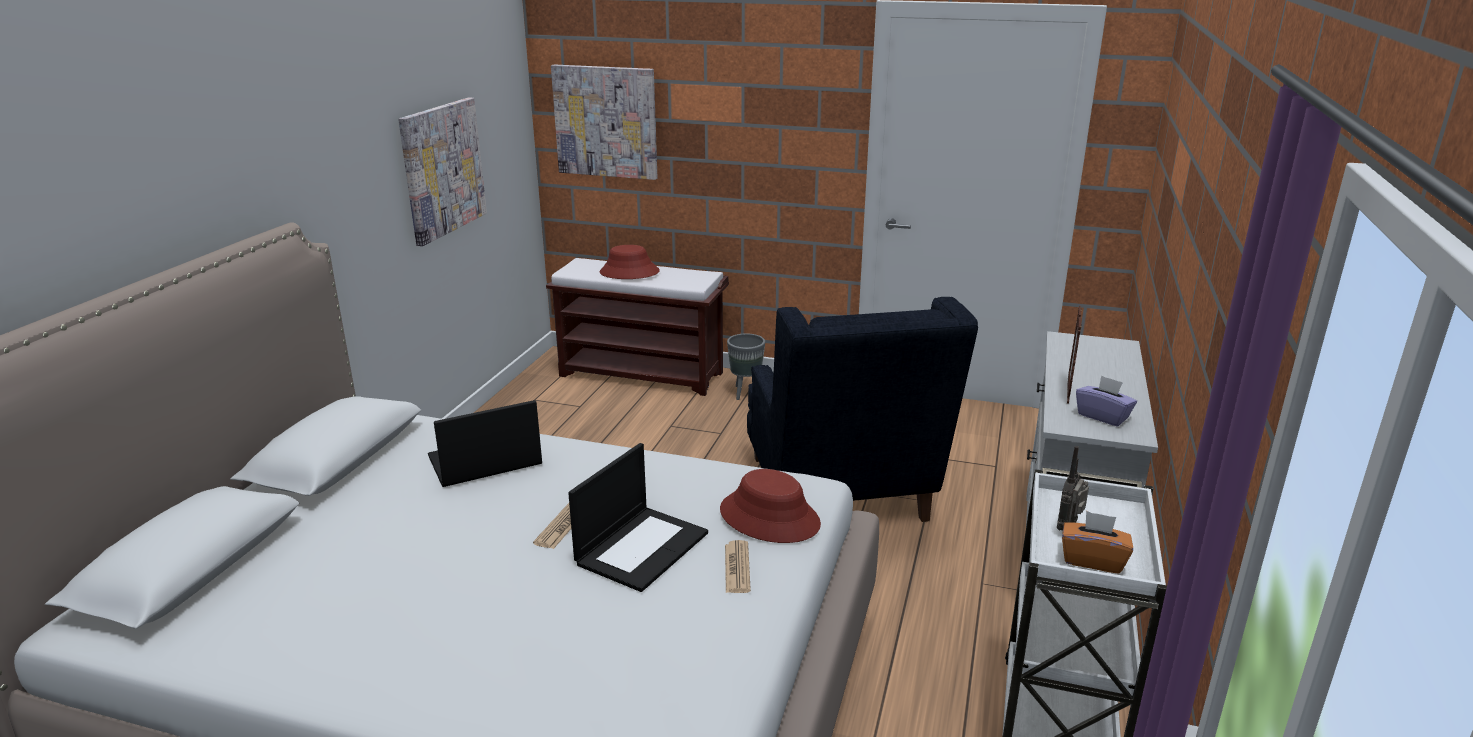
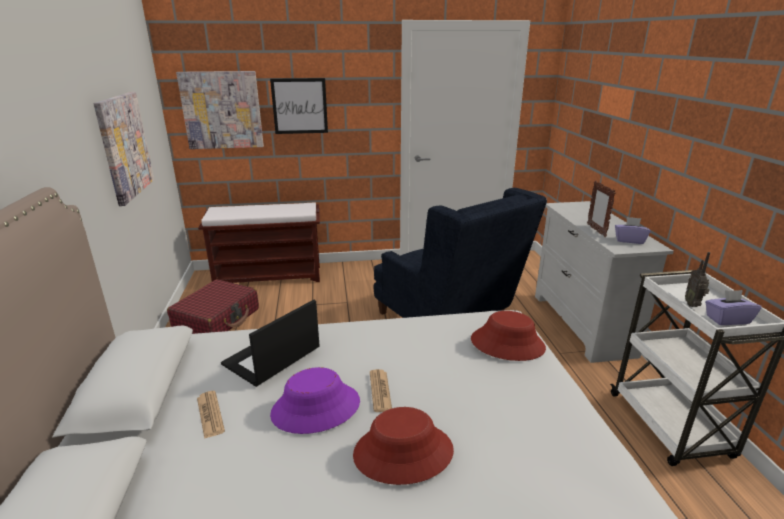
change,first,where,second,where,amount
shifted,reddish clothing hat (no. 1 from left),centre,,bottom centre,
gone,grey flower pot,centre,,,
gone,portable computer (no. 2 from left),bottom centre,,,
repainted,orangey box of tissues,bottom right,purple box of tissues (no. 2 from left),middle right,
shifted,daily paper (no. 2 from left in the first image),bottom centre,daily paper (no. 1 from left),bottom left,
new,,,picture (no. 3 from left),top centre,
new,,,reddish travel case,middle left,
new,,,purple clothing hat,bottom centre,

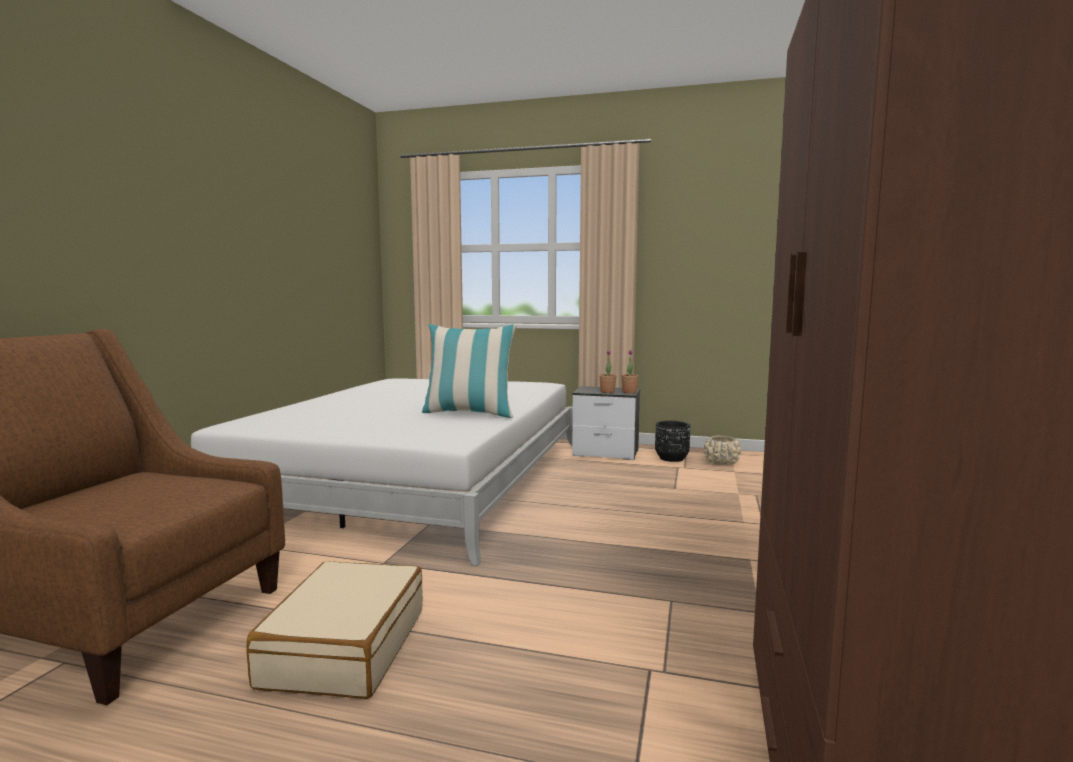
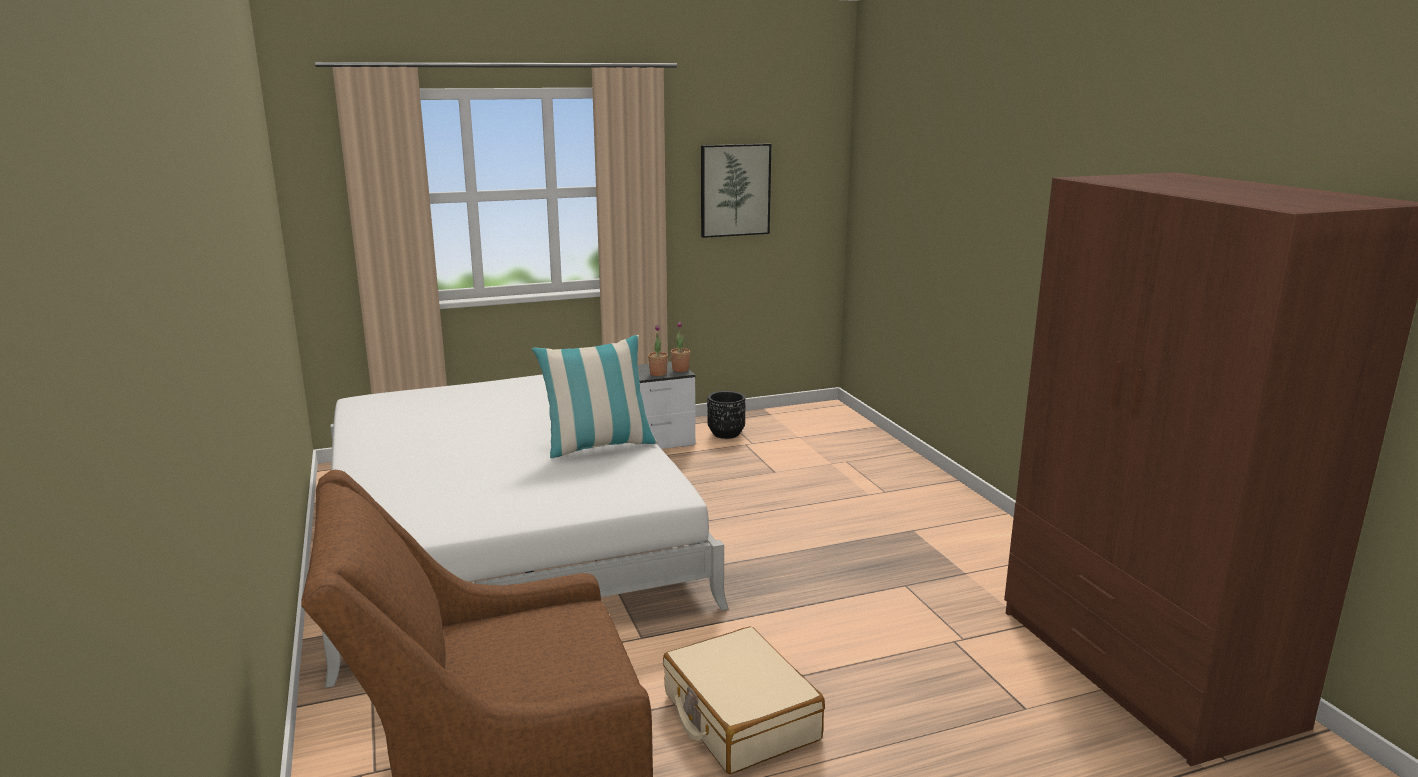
change,first,where,second,where,amount
gone,beige-coloured flower pot,middle right,,,
new,,,picture,top centre,

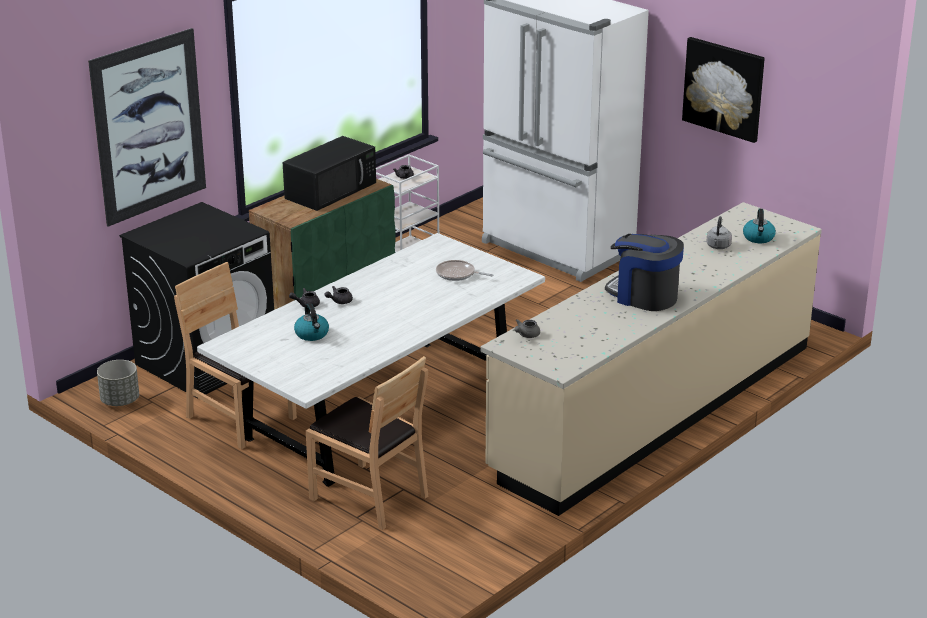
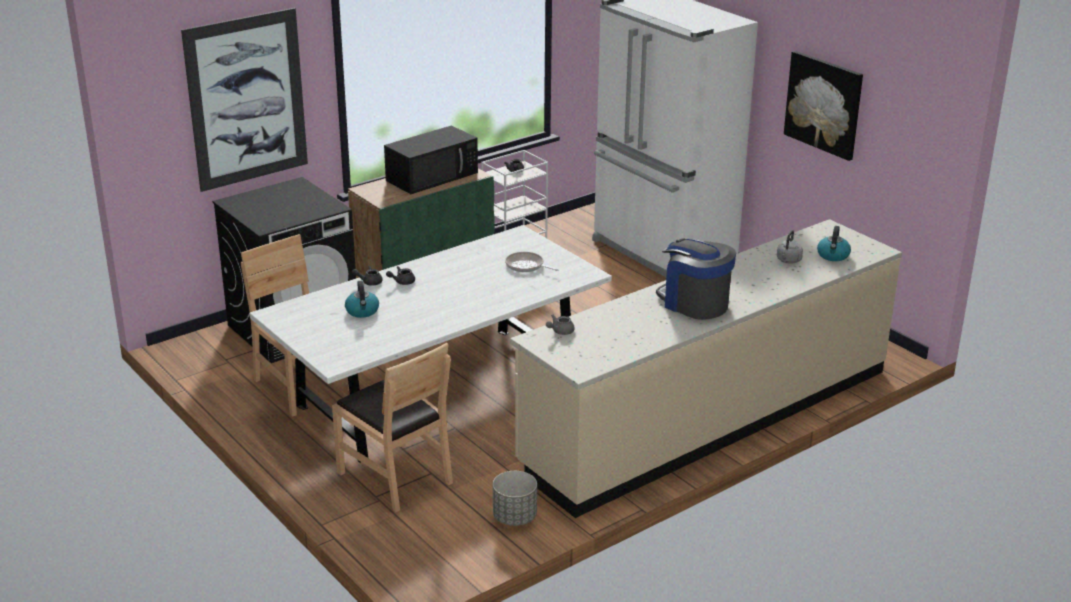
change,first,where,second,where,amount
shifted,grey flower pot,middle left,,bottom centre,

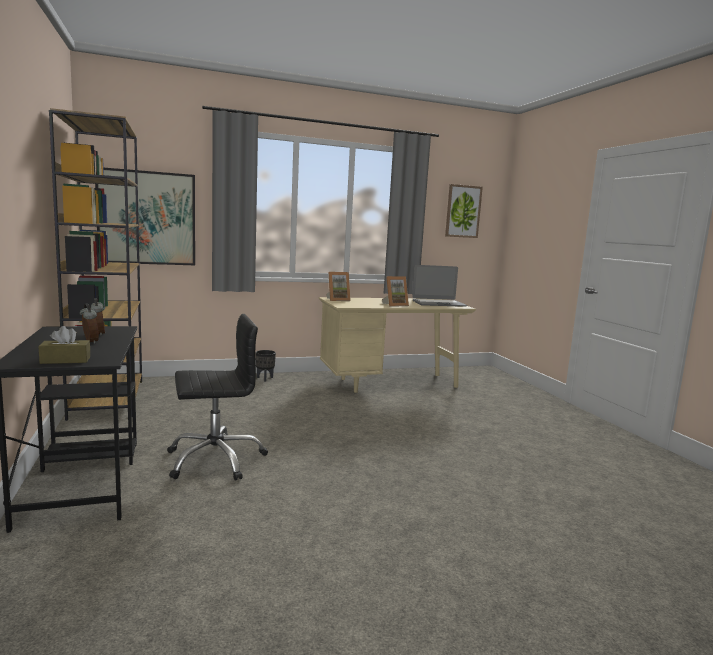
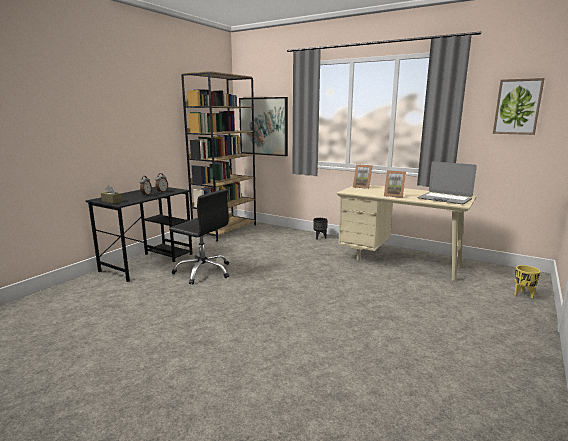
change,first,where,second,where,amount
new,,,yellow flower pot,middle right,

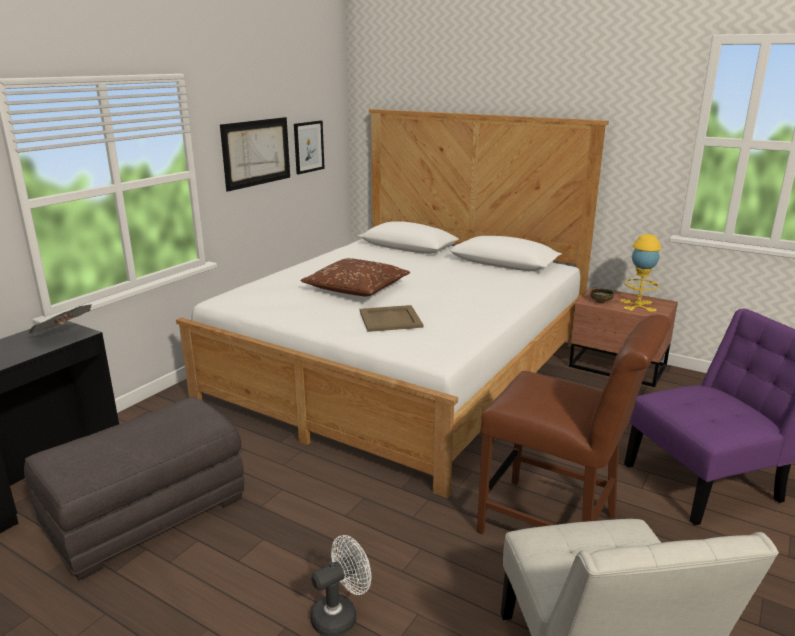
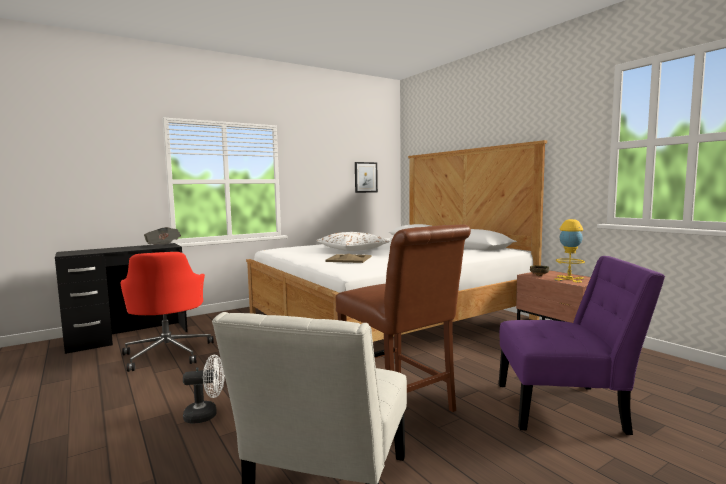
change,first,where,second,where,amount
gone,picture (no. 1 from left),top left,,,
repainted,brown-coloured throw pillow,centre,whitish throw pillow,centre,
swapped,grey ottoman,bottom left,reddish desk chair,middle left,

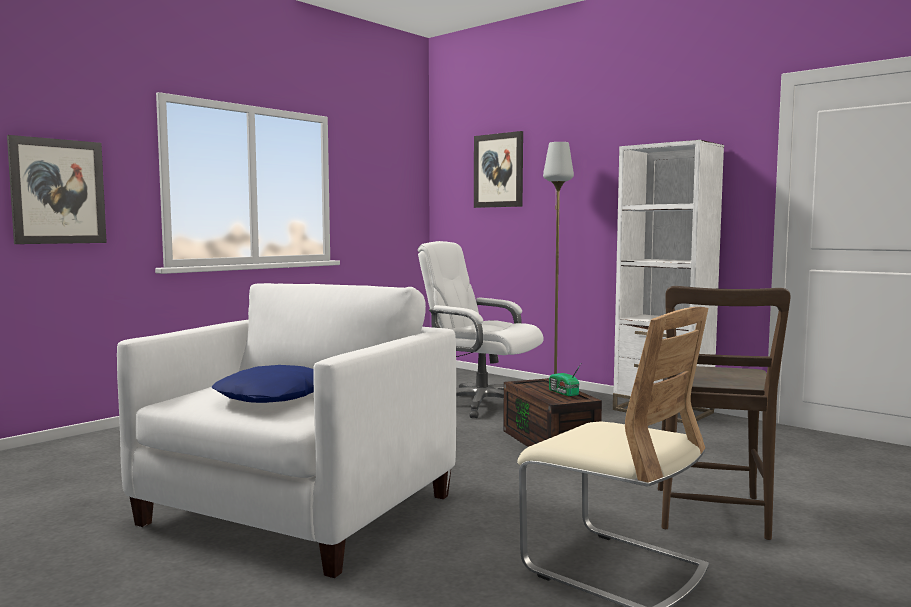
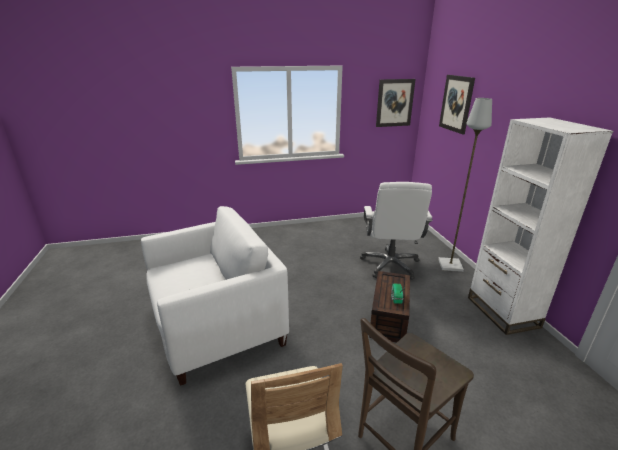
change,first,where,second,where,amount
shifted,picture (no. 1 from left),top left,,top centre,
rotated,whitish desk chair,centre,,centre,150 degrees counterclockwise
gone,blue throw pillow,middle left,,,

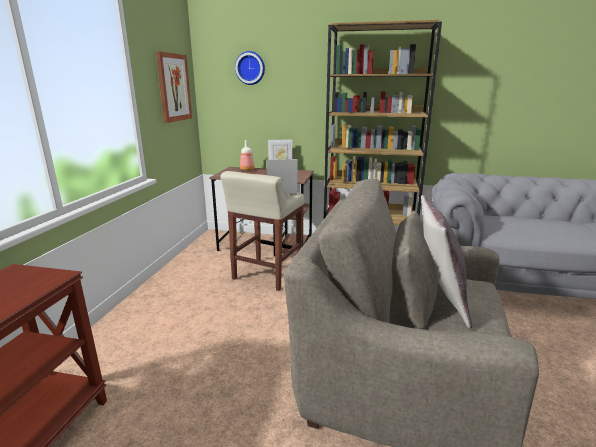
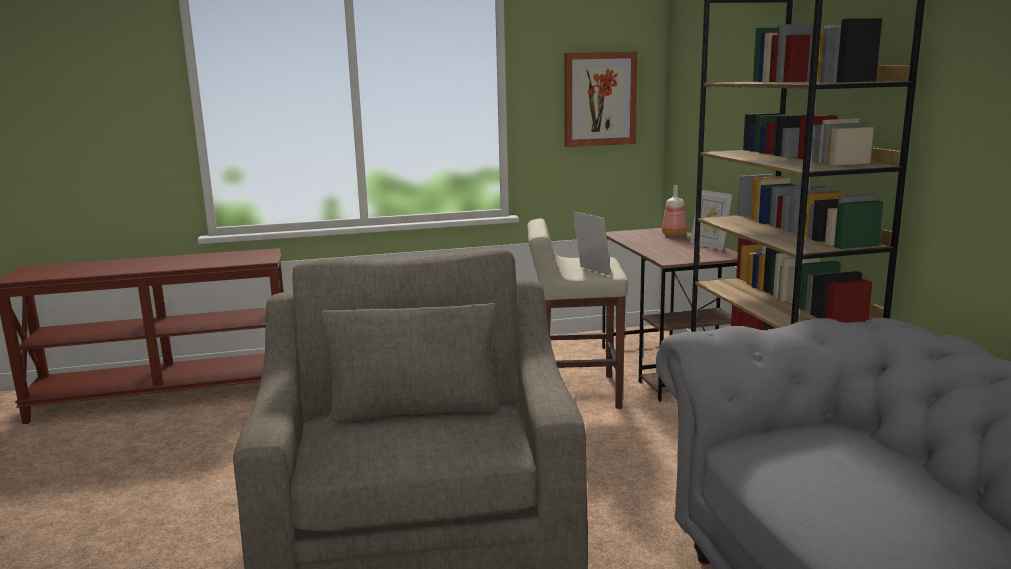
change,first,where,second,where,amount
gone,hanging clock,top centre,,,
gone,grey throw pillow,middle right,,,

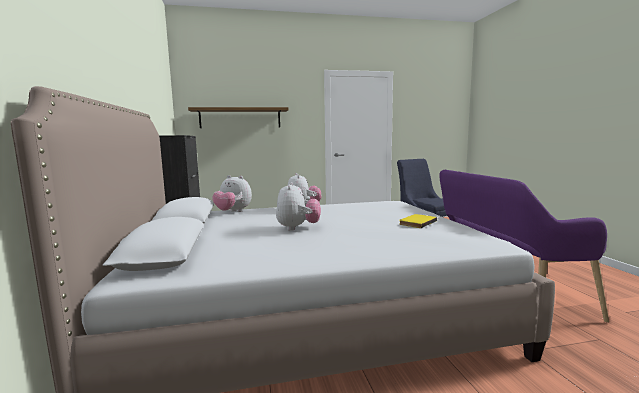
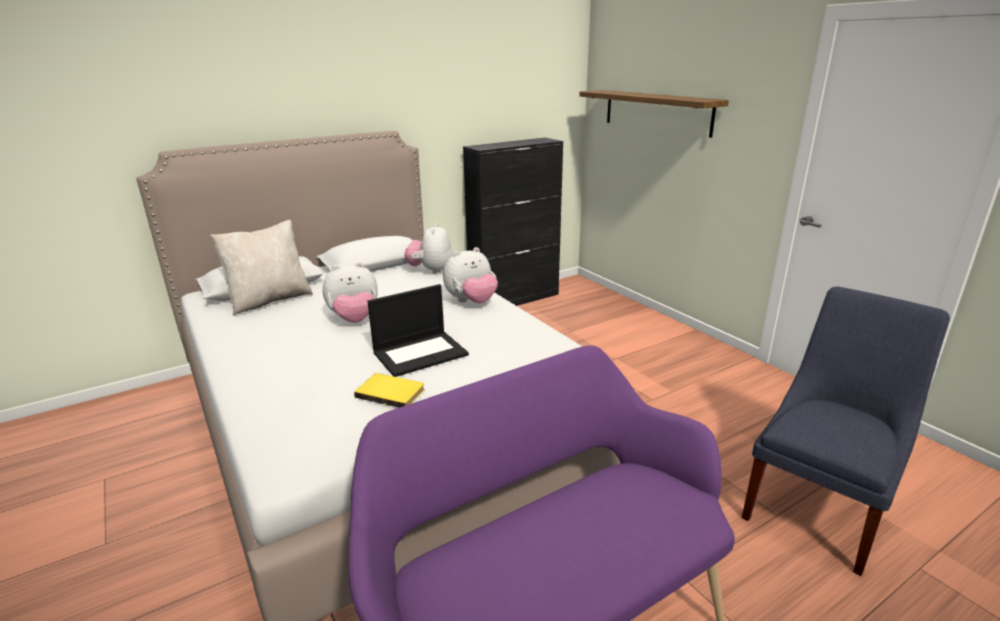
change,first,where,second,where,amount
new,,,beige-coloured throw pillow,middle left,
new,,,portable computer,centre,

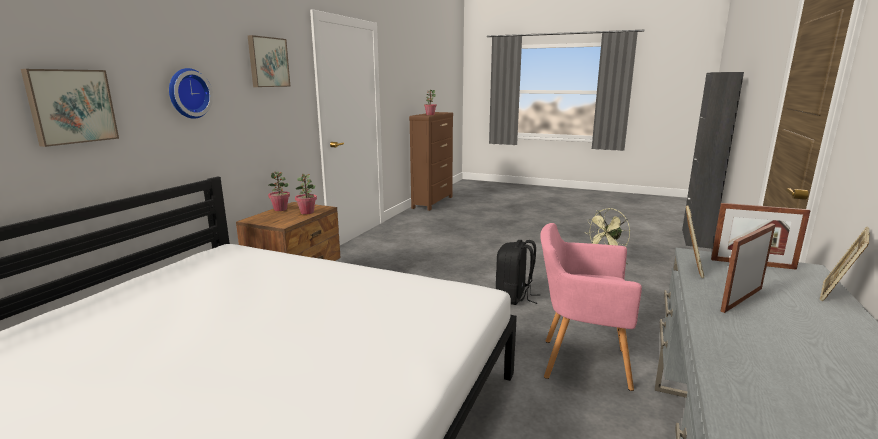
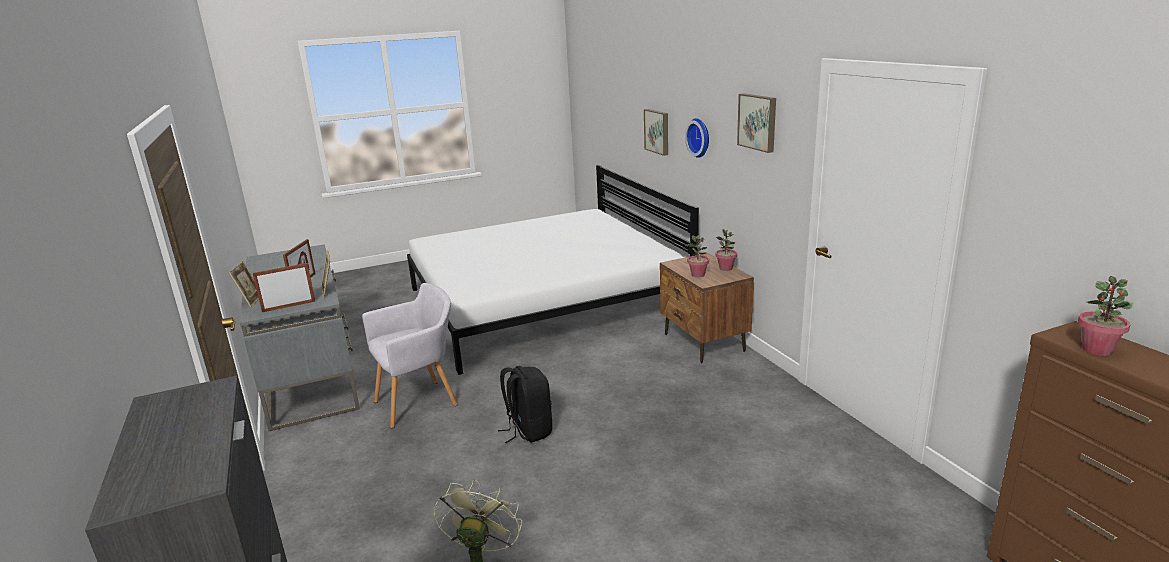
change,first,where,second,where,amount
repainted,pink-coloured easy chair,bottom right,grey easy chair,centre,

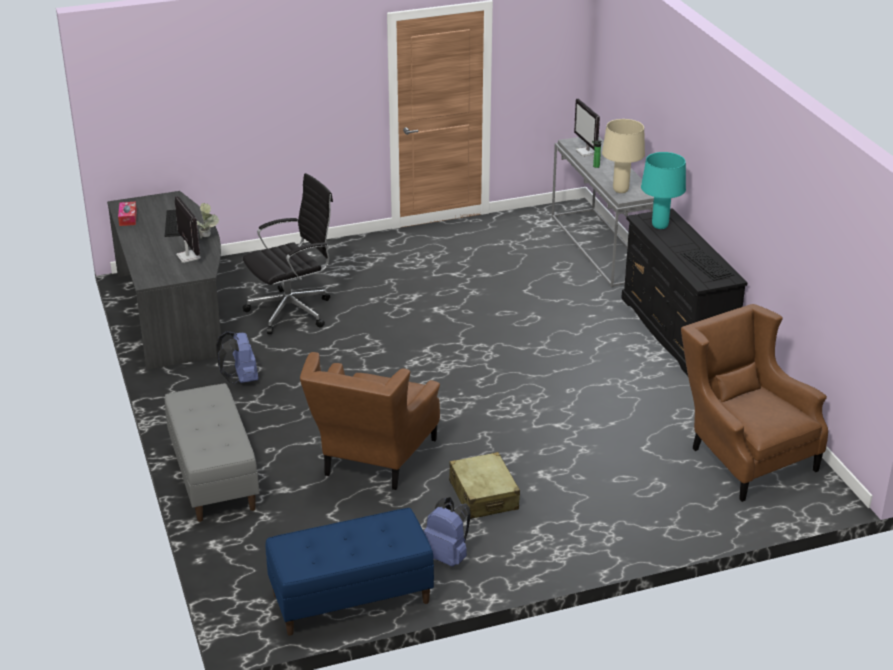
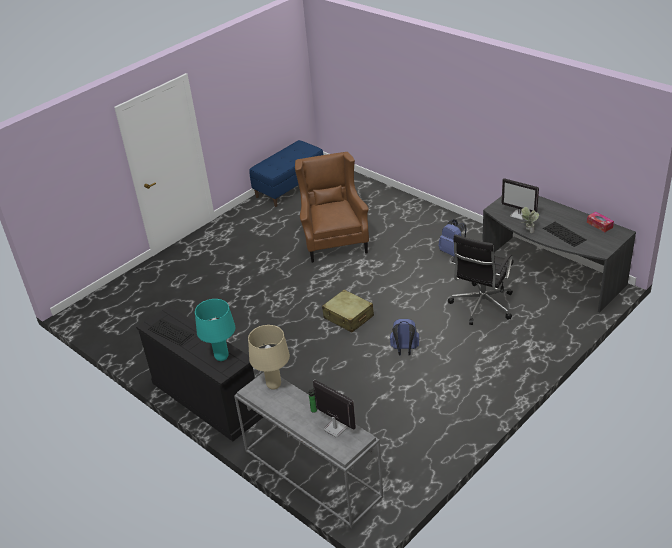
change,first,where,second,where,amount
gone,brown-coloured easy chair (no. 2 from left),middle right,,,
gone,grey indoor bench,bottom left,,,
shifted,beige-coloured travel case,bottom centre,,centre,
shifted,blue knapsack (no. 2 from left in the first image),bottom centre,blue knapsack (no. 1 from left),centre,

